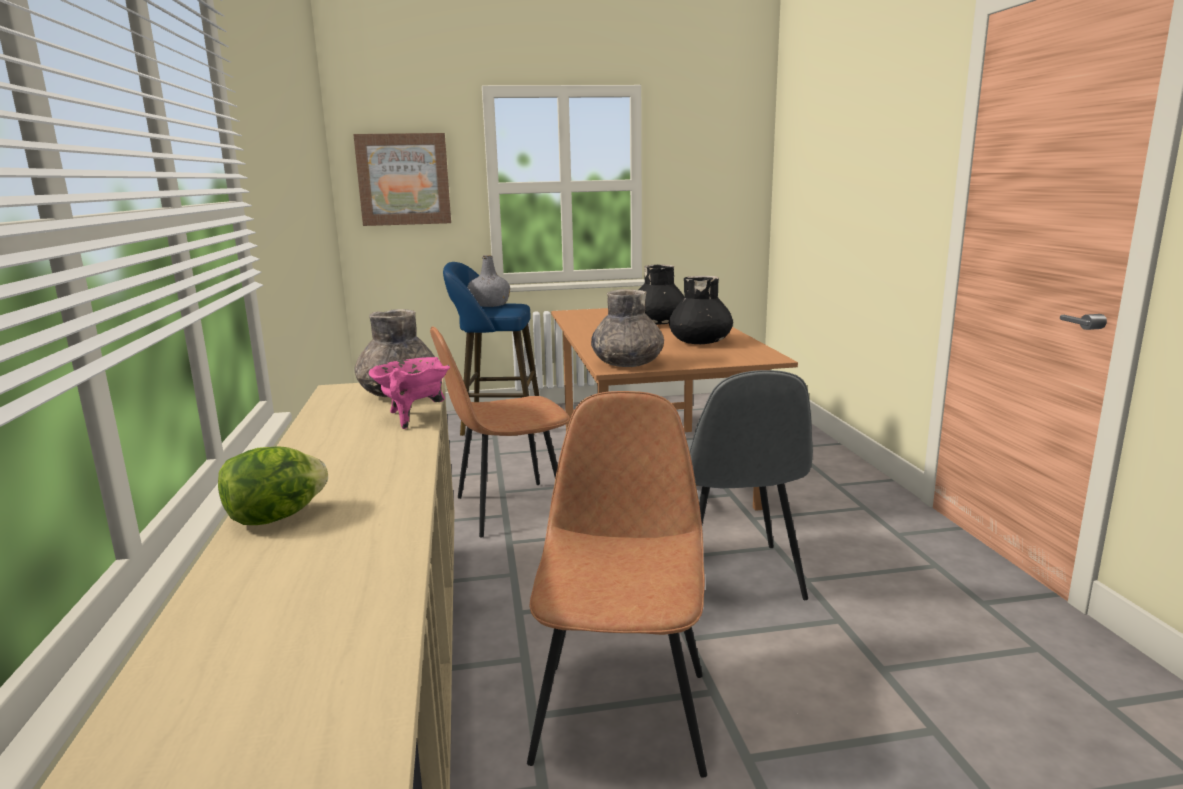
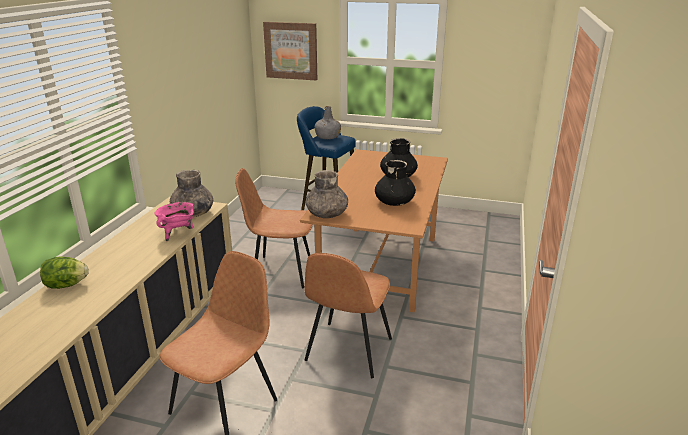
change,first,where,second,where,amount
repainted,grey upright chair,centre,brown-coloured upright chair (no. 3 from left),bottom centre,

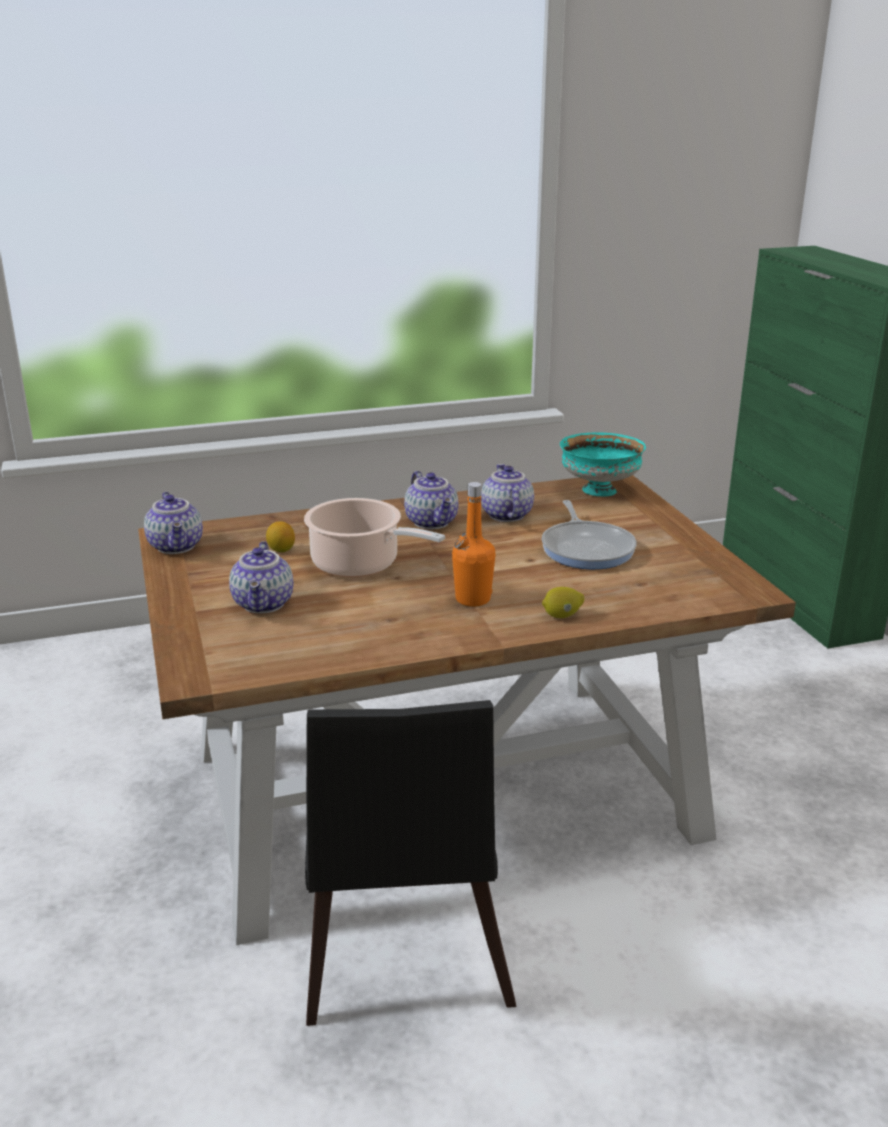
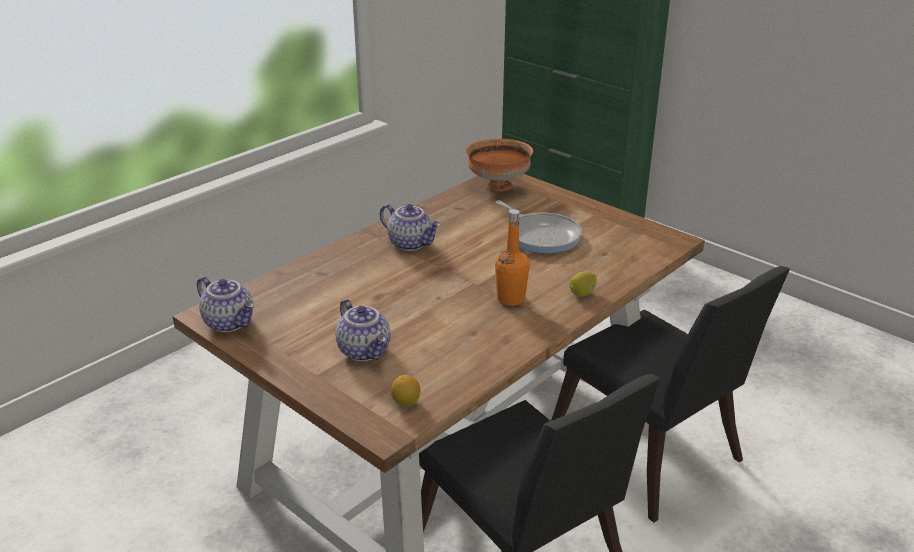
change,first,where,second,where,amount
repainted,blue-green deep dish,middle right,orangey deep dish,top centre,
gone,teapot (no. 4 from left),centre,,,
gone,stockpot,centre,,,
shifted,whole lemon (no. 1 from left),middle left,,bottom centre,
new,,,black upright chair (no. 2 from left),bottom right,

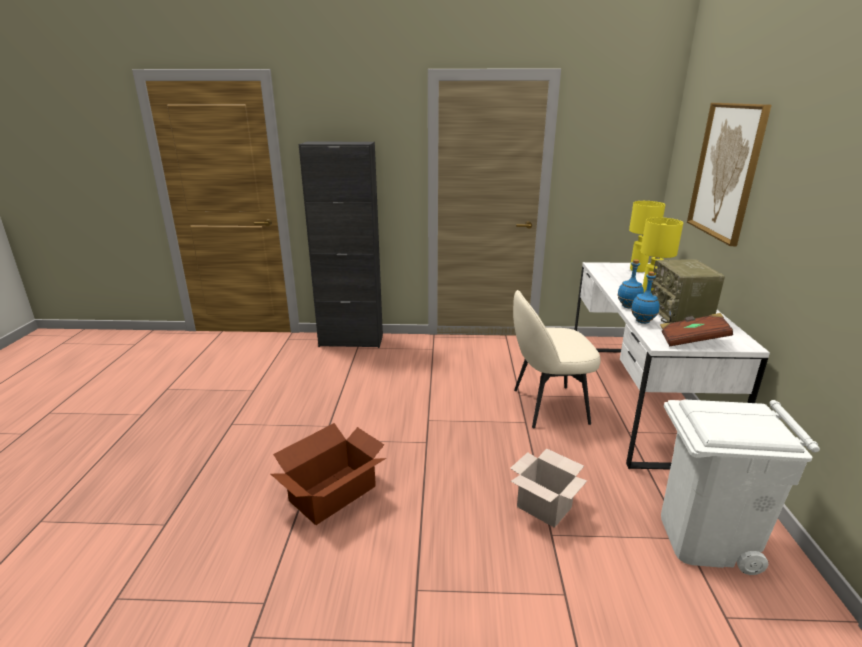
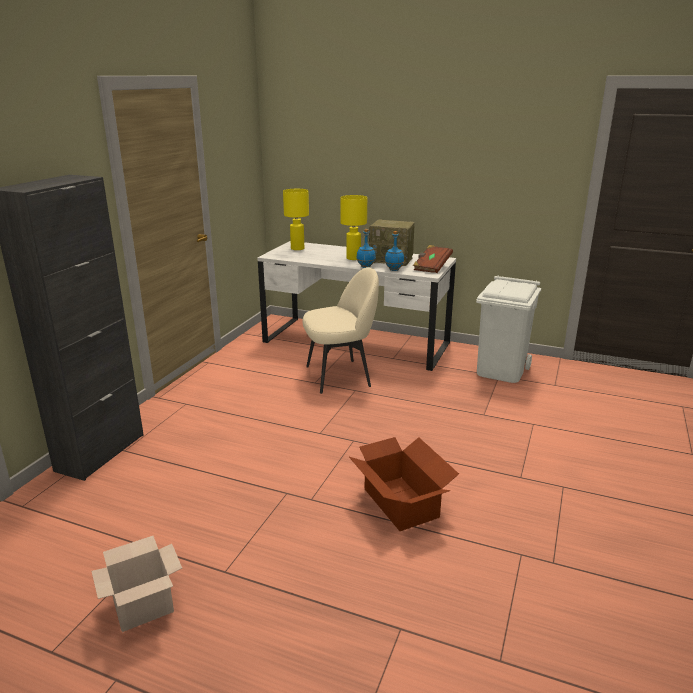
change,first,where,second,where,amount
gone,picture,top right,,,
rotated,beige-coloured upright chair,centre,,centre,120 degrees counterclockwise
shifted,cardboard box (no. 2 from left in the first image),bottom centre,cardboard box (no. 1 from left),bottom left,

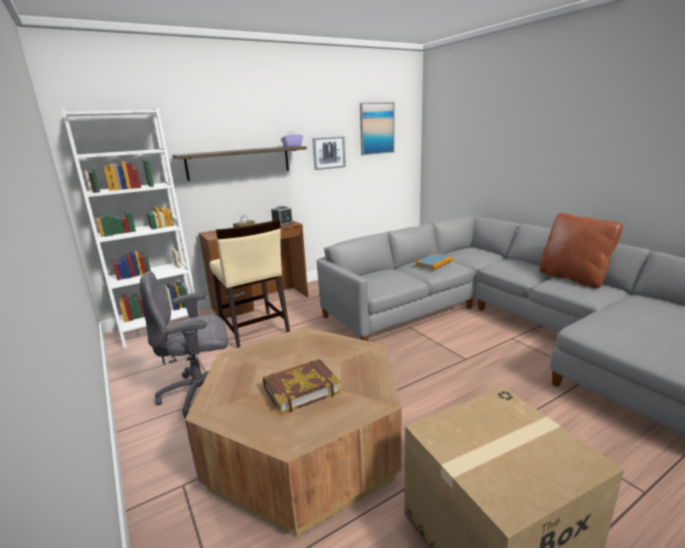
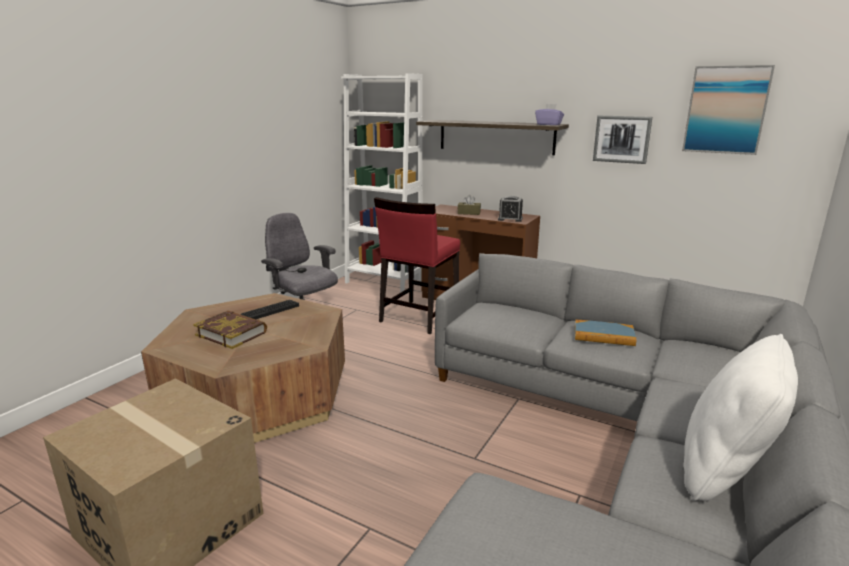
change,first,where,second,where,amount
repainted,brown-coloured throw pillow,middle right,whitish throw pillow,bottom right,
repainted,beige-coloured upright chair,centre,reddish upright chair,centre,
new,,,PC keyboard,middle left,

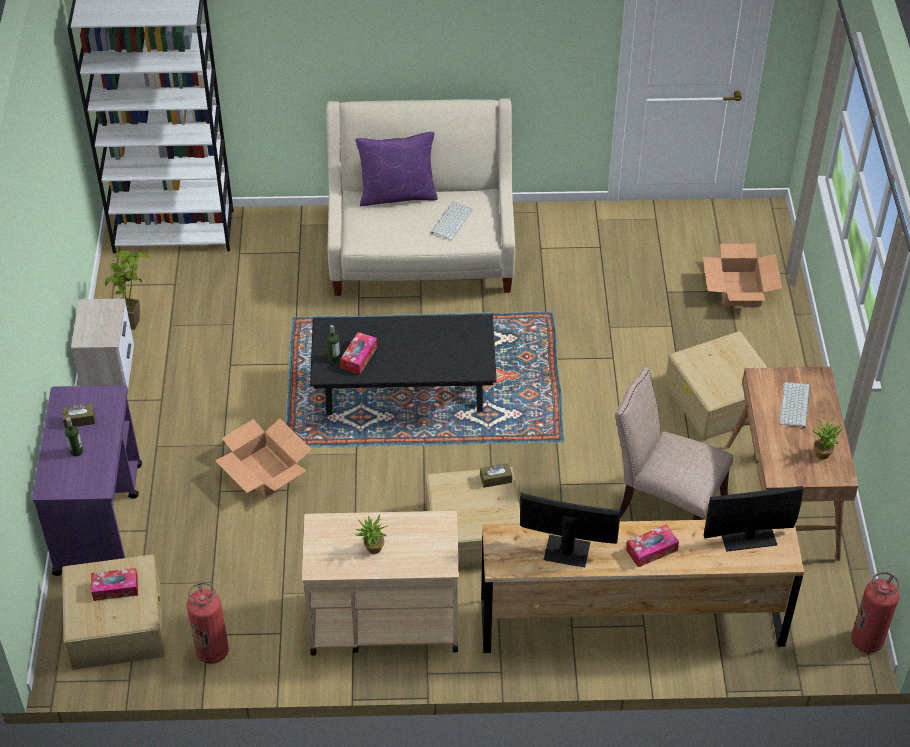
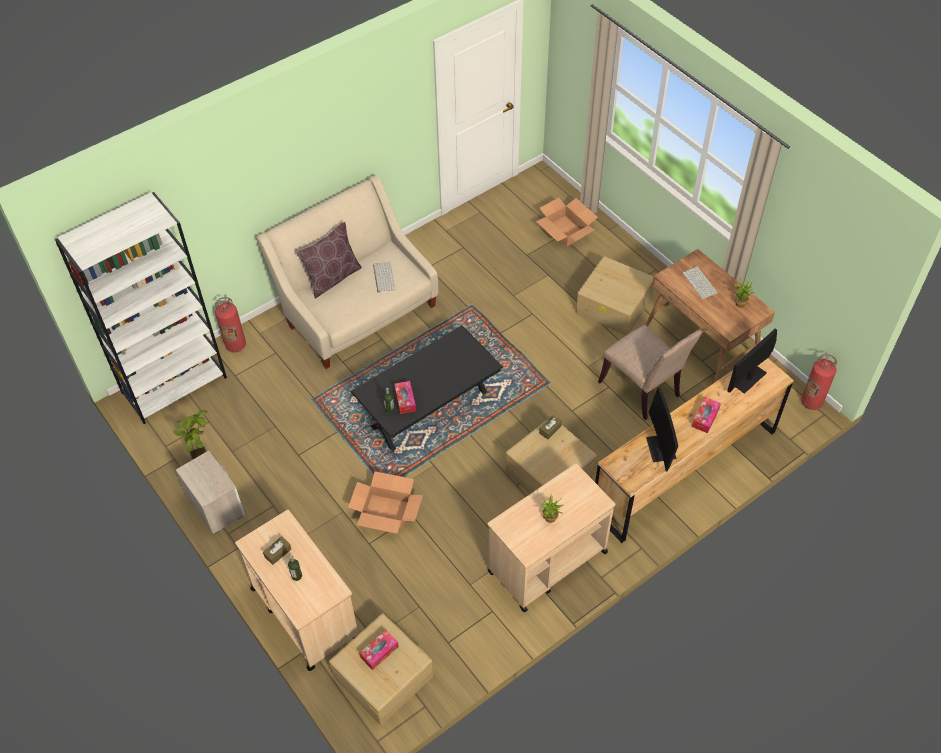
change,first,where,second,where,amount
repainted,purple throw pillow,top centre,brown-coloured throw pillow,centre,
rotated,beige-coloured upright chair,middle right,,middle right,120 degrees counterclockwise
repainted,purple cart,middle left,beige-coloured cart (no. 1 from left),bottom left,
rotated,computer screen (no. 1 from left),bottom centre,,middle right,75 degrees counterclockwise
shifted,fire extinguisher (no. 1 from left),bottom left,,middle left,

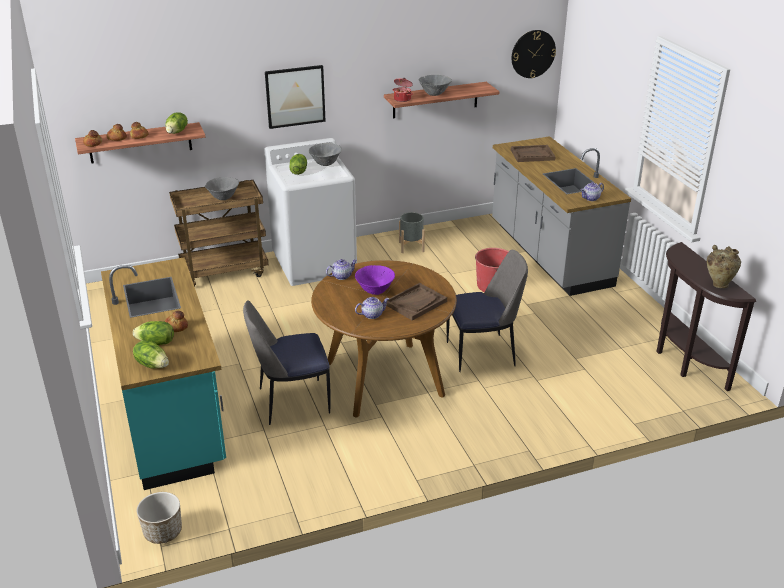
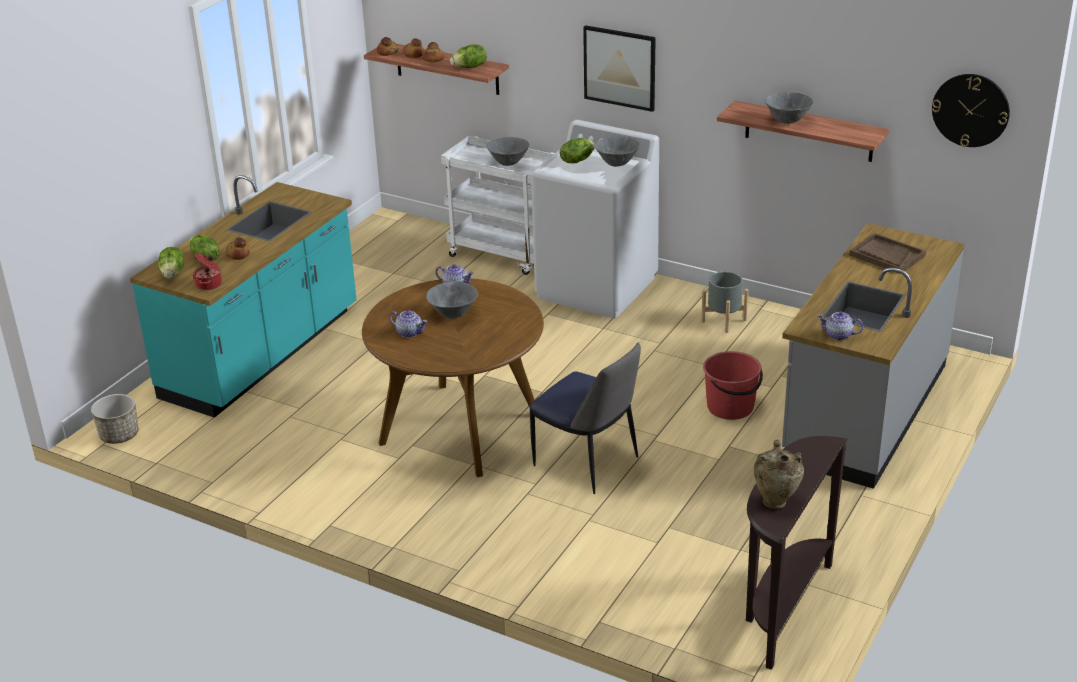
change,first,where,second,where,amount
shifted,stockpot,top centre,,middle left,
repainted,brown-coloured cart,middle left,whitish cart,top centre,
repainted,purple deep dish,centre,grey deep dish (no. 1 from left),centre,
gone,brown-coloured serving tray (no. 1 from left),centre,,,
gone,upright chair (no. 1 from left),centre,,,

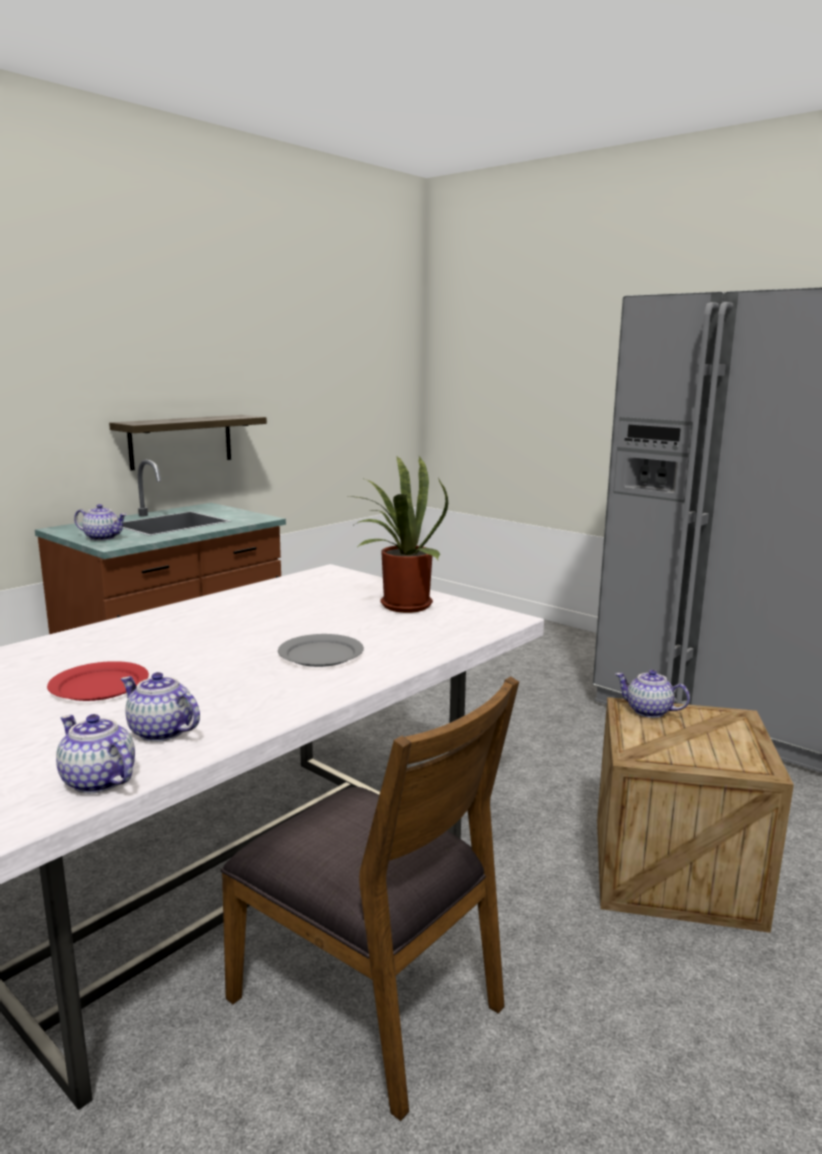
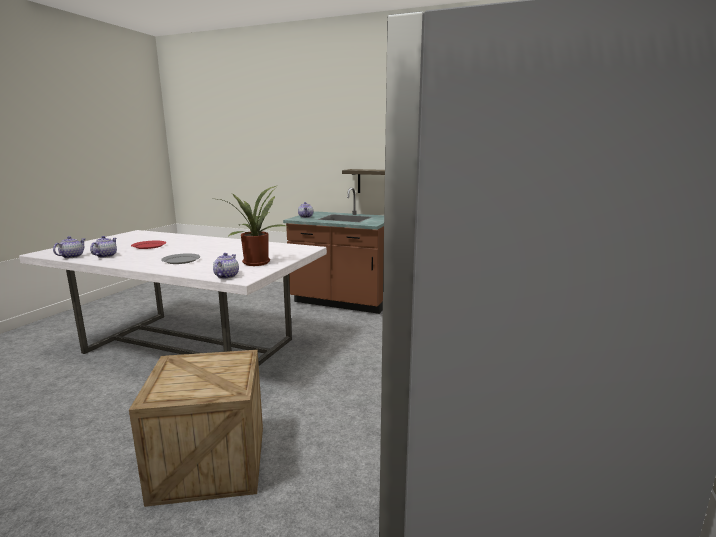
change,first,where,second,where,amount
shifted,teapot (no. 4 from left in the first image),middle right,teapot (no. 3 from left),middle left,
gone,brown-coloured upright chair,bottom centre,,,

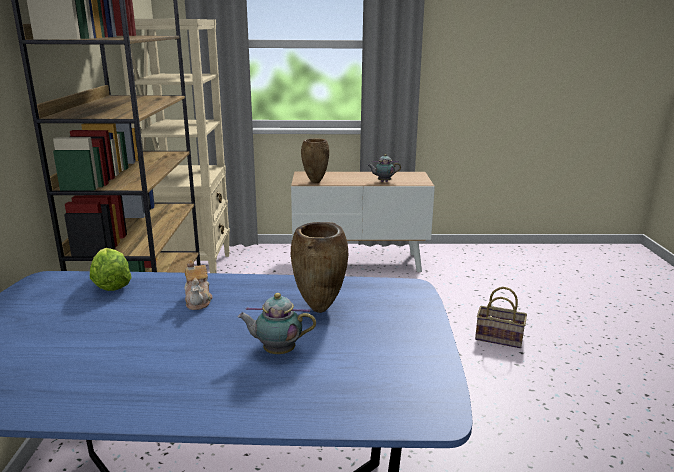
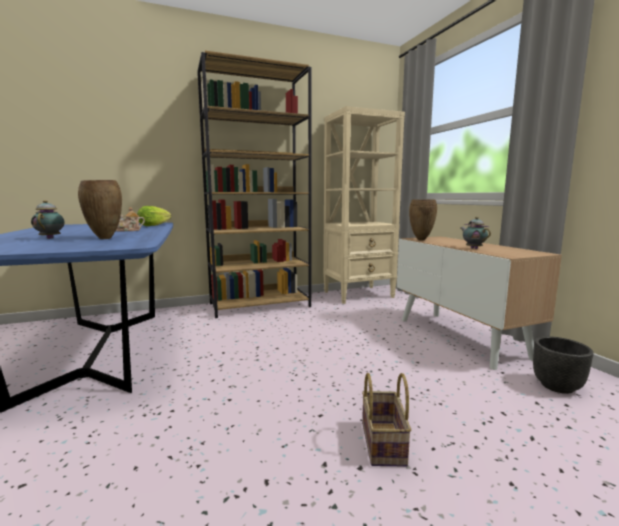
change,first,where,second,where,amount
new,,,black flower pot,bottom right,

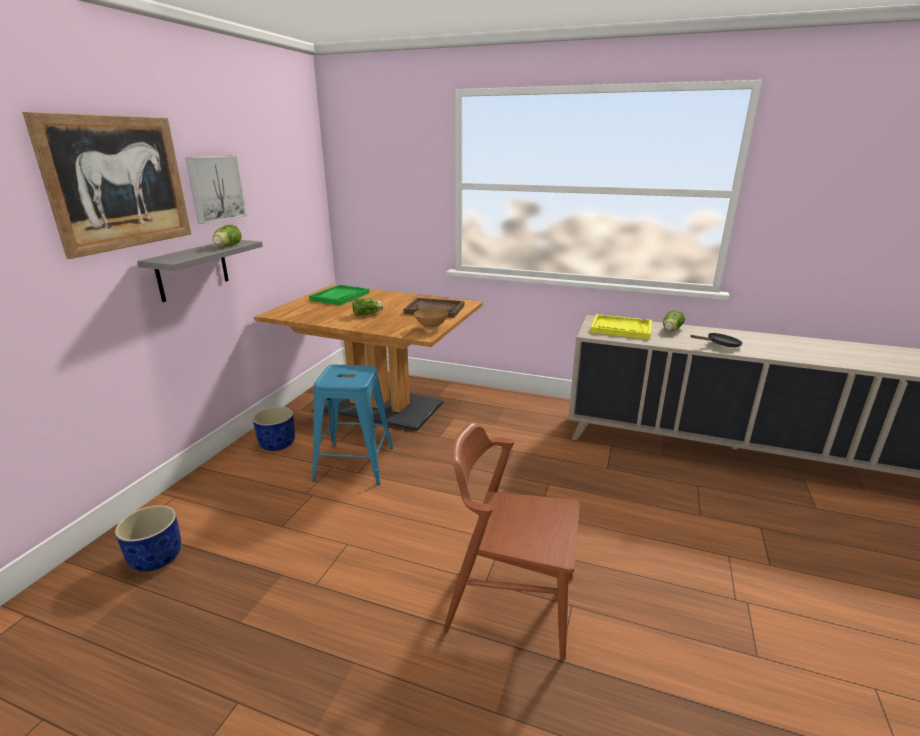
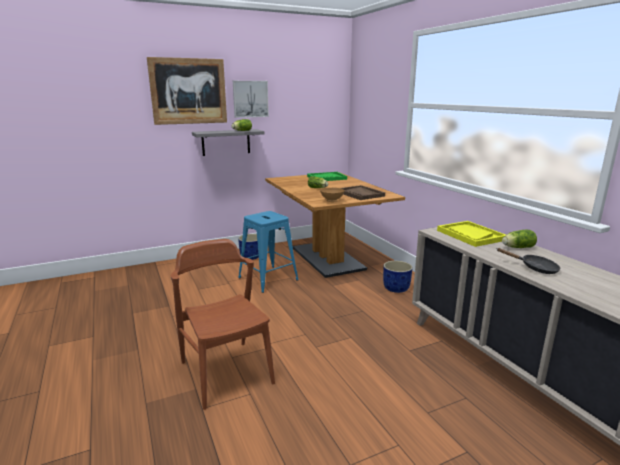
change,first,where,second,where,amount
shifted,blue flower pot (no. 1 from left in the first image),bottom left,blue flower pot (no. 2 from left),centre,

